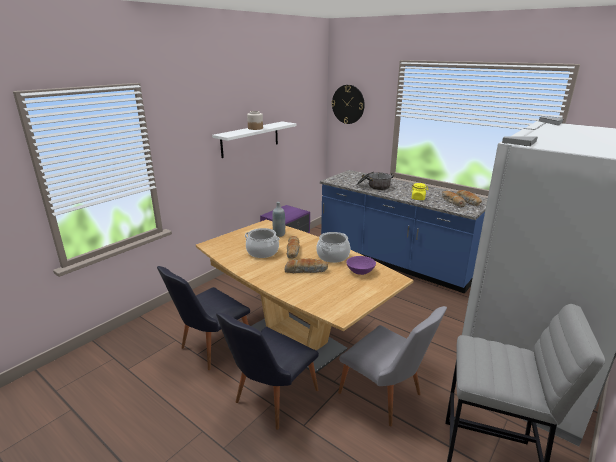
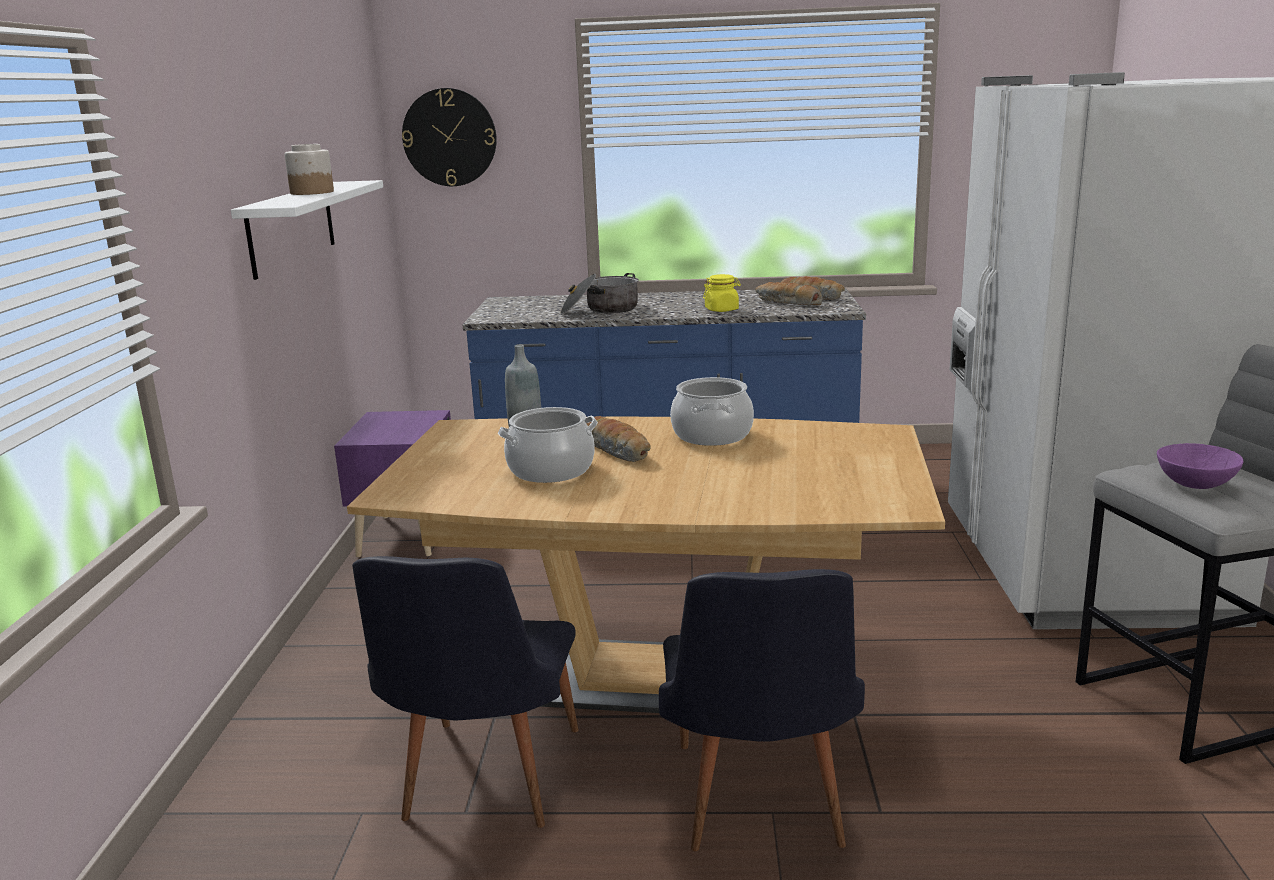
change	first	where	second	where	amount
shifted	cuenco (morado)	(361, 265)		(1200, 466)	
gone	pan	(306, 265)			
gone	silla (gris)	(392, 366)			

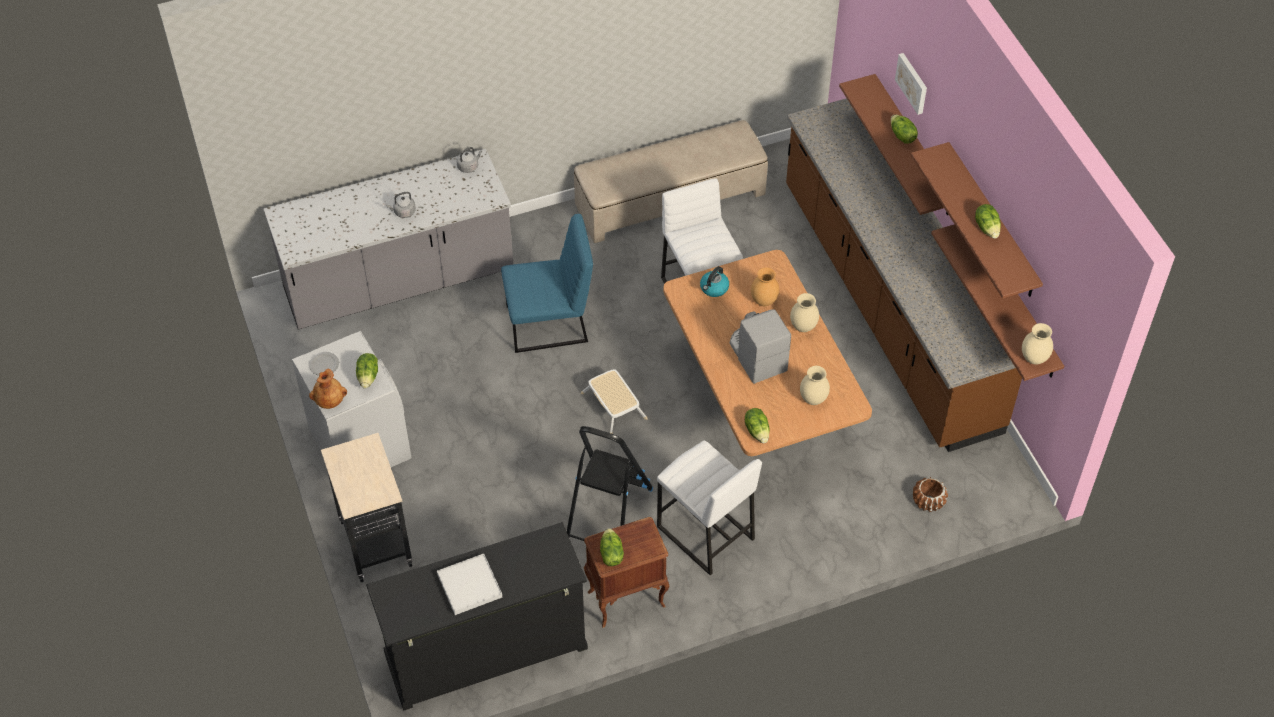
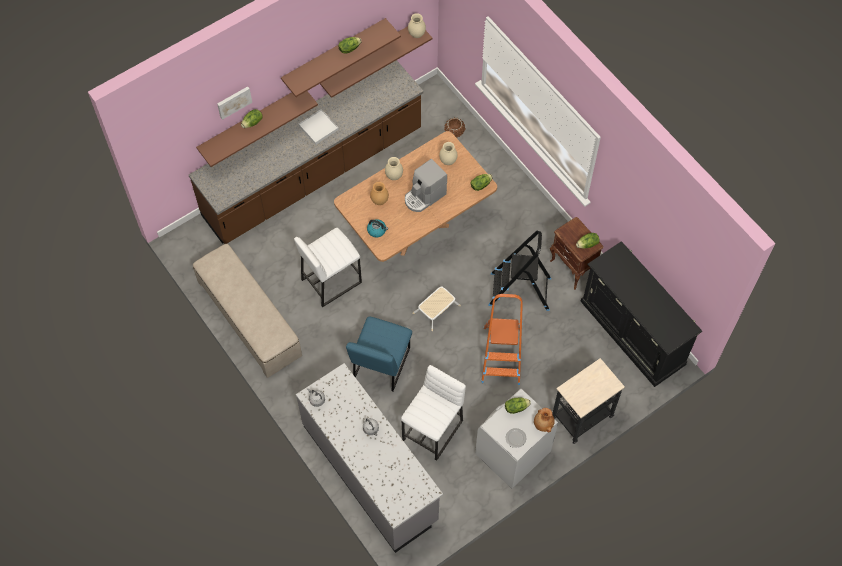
change	first	where	second	where	amount
rotated	silla (azul)	(547, 283)		(379, 354)	135 degrees counterclockwise
shifted	taburete (blanco)	(709, 508)		(433, 413)	
shifted	bandeja (blanco)	(469, 584)		(319, 127)	
new			escalera de tijera (naranja)	(501, 339)	

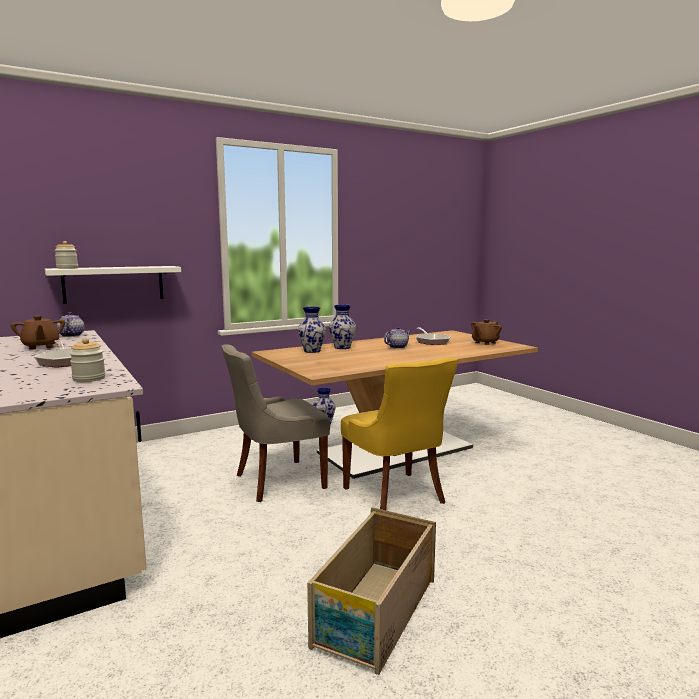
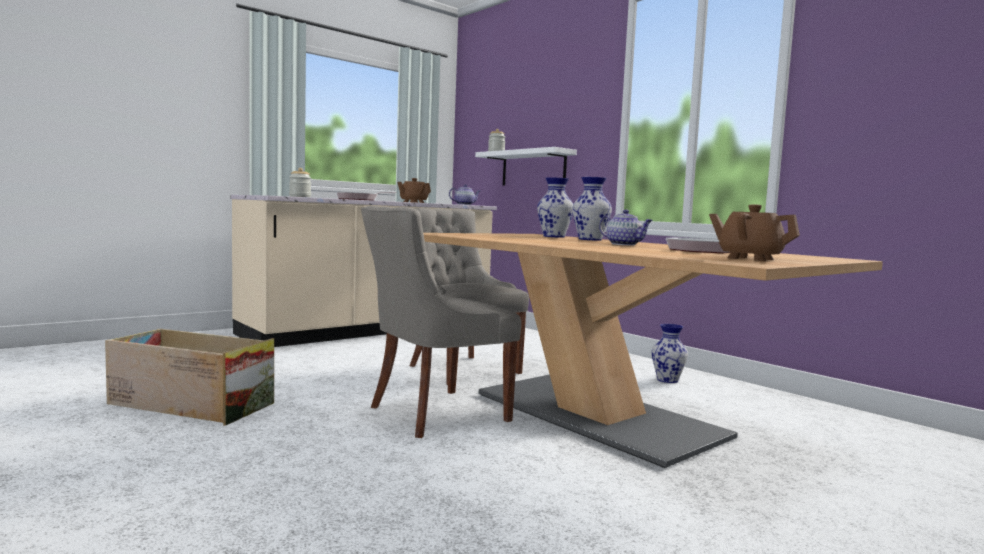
change	first	where	second	where	amount
repainted	silla (amarillo)	(400, 434)	silla (gris)	(441, 322)	

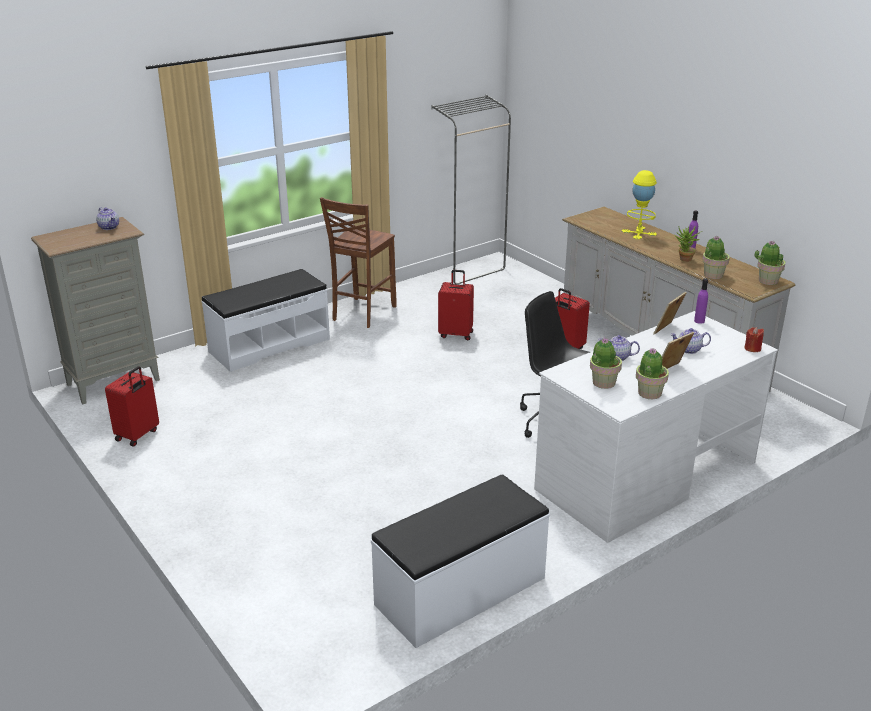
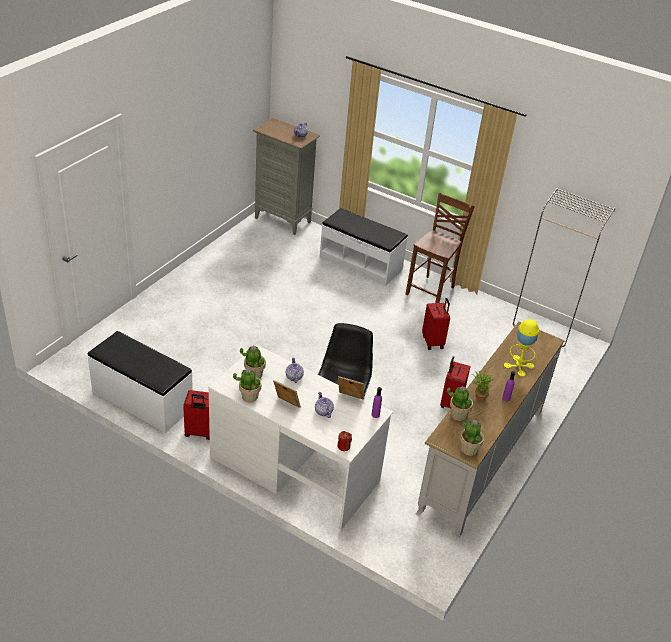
change	first	where	second	where	amount
rotated	silla (marrón)	(358, 262)		(440, 248)	120 degrees clockwise
shifted	maleta (rojo)	(132, 406)		(196, 415)	

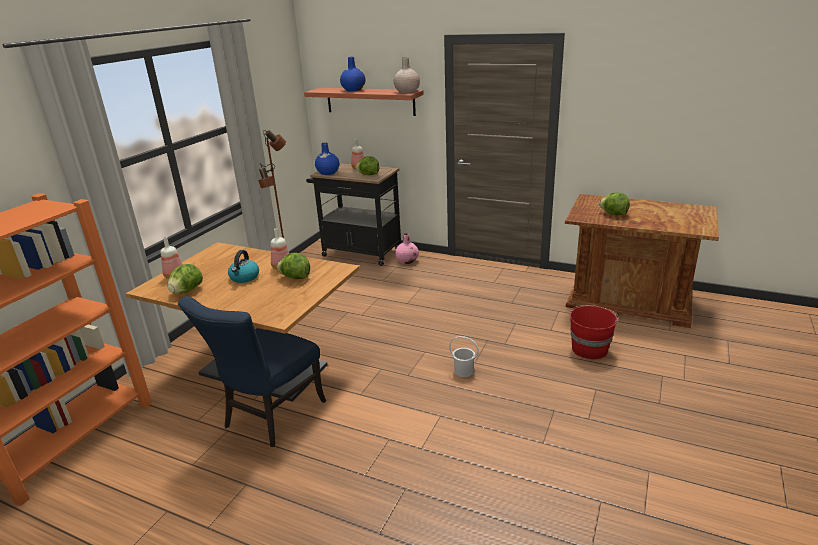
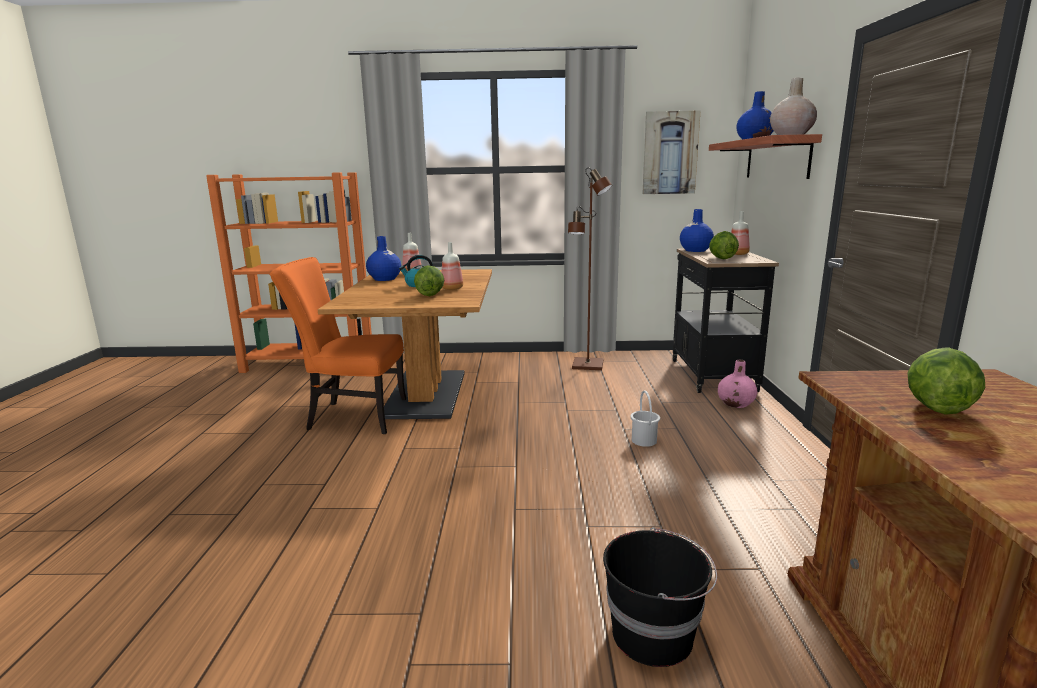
change	first	where	second	where	amount
swapped	lechuga	(185, 279)	florero (azul)	(383, 258)	
repainted	silla (azul)	(252, 371)	silla (naranja)	(338, 345)	
repainted	cubo (rojo)	(594, 332)	cubo (negro)	(660, 597)	
shifted	cubo (blanco)	(464, 356)		(645, 418)	
new			cuadro	(672, 152)	

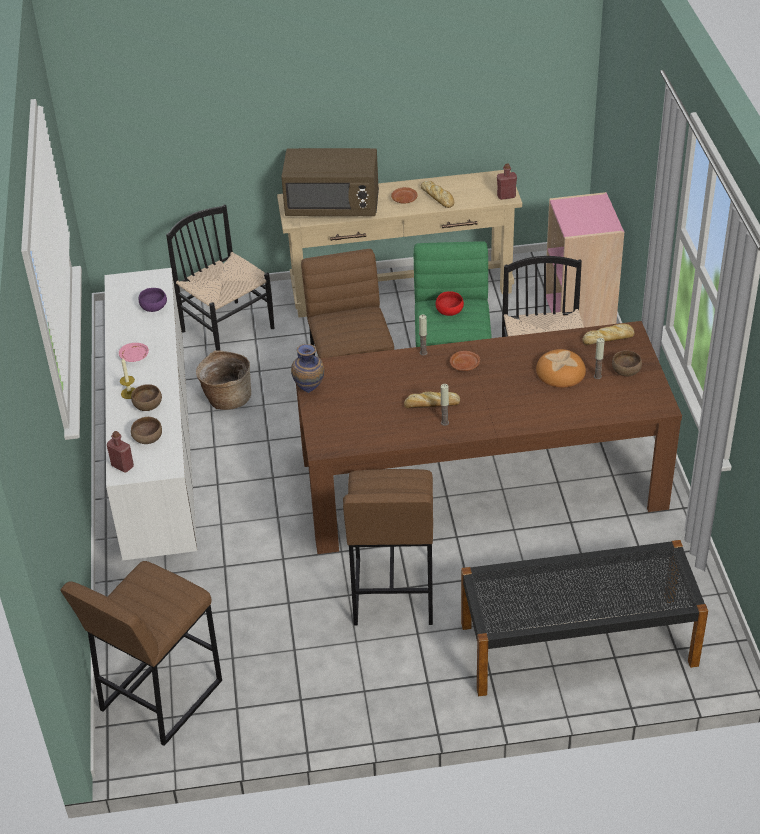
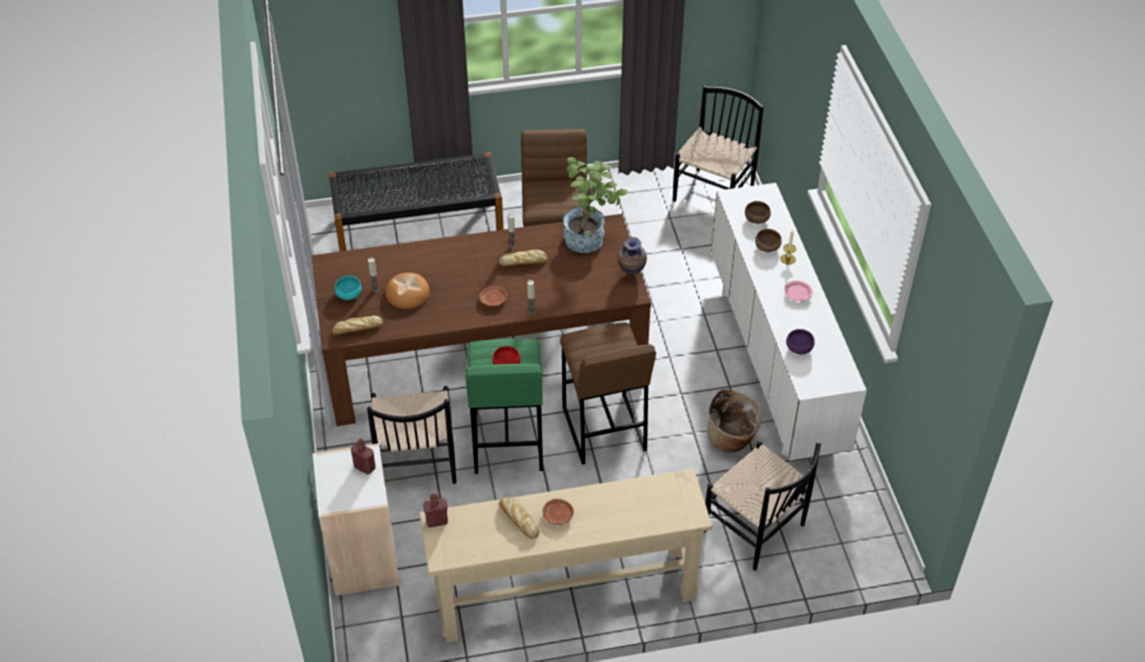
change	first	where	second	where	amount
gone	microondas (marrón)	(330, 182)			
repainted	estantería (rosa)	(585, 259)	estantería (blanco)	(356, 519)	
repainted	cuenco (marrón)	(627, 363)	cuenco (turquesa)	(348, 288)	
shifted	botella (rojo)	(120, 452)		(363, 457)	
swapped	taburete (marrón)	(141, 653)	silla (negro)	(718, 144)	
new			planta en maceta	(595, 205)	

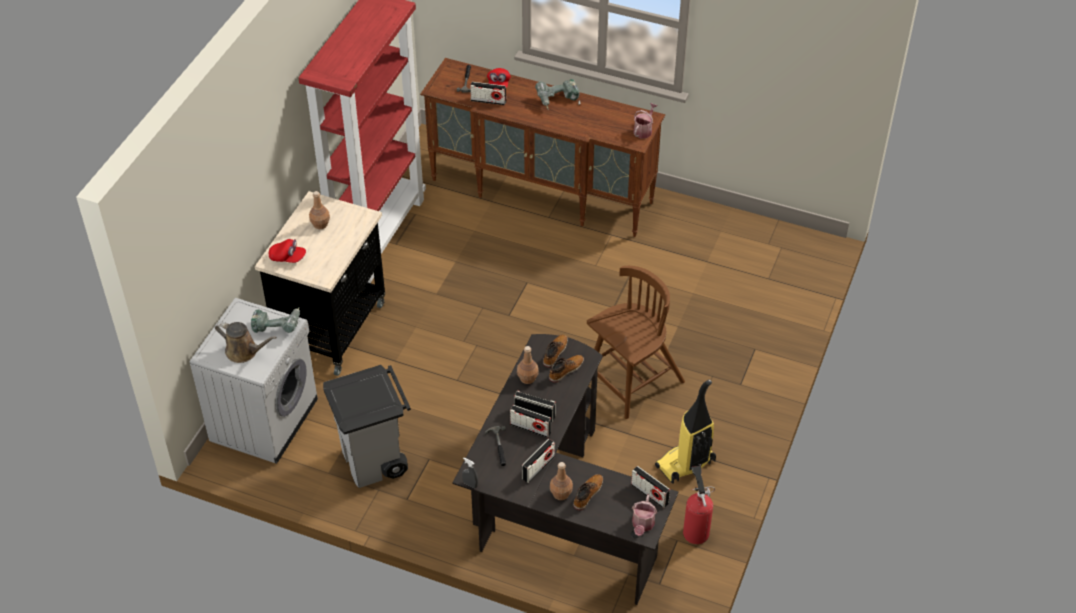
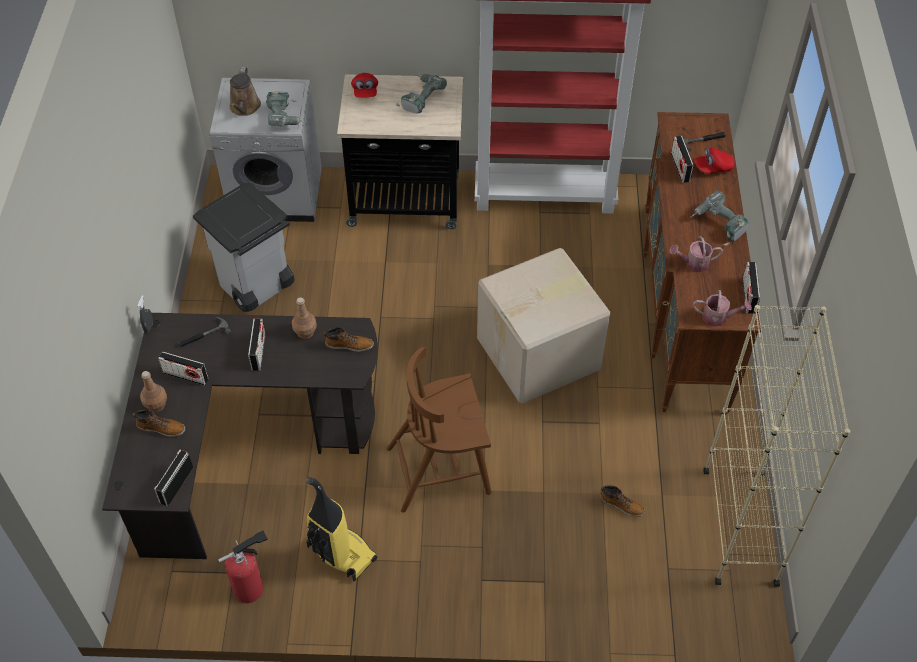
change	first	where	second	where	amount
swapped	botella (marrón)	(319, 210)	taladro	(421, 93)	
rotated	silla (marrón)	(636, 342)		(439, 430)	135 degrees clockwise
shifted	bota	(566, 369)		(622, 501)	
shifted	radio	(530, 421)		(751, 288)	
shifted	regadera	(644, 515)		(696, 254)	
new			caja de cartón	(543, 325)	
new			estantería (beis)	(777, 446)	

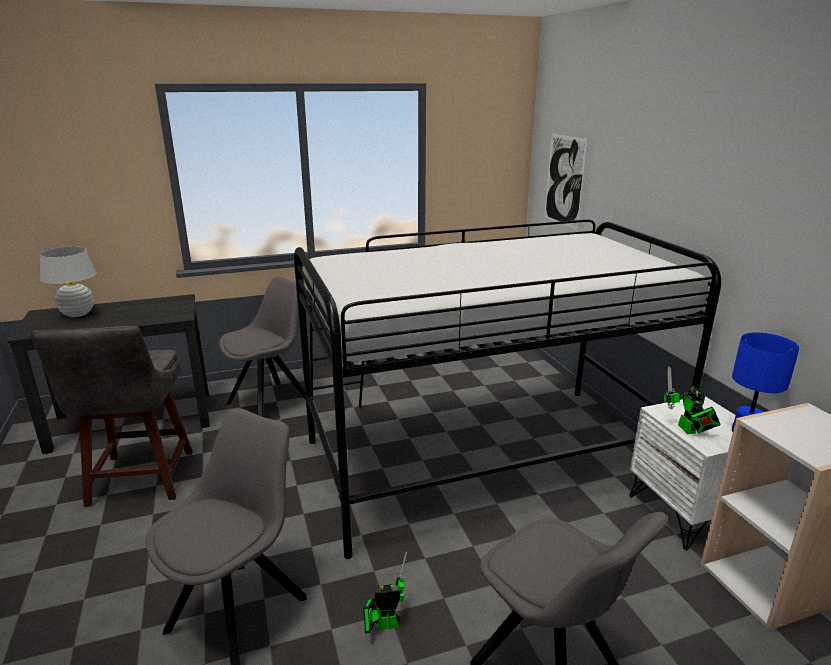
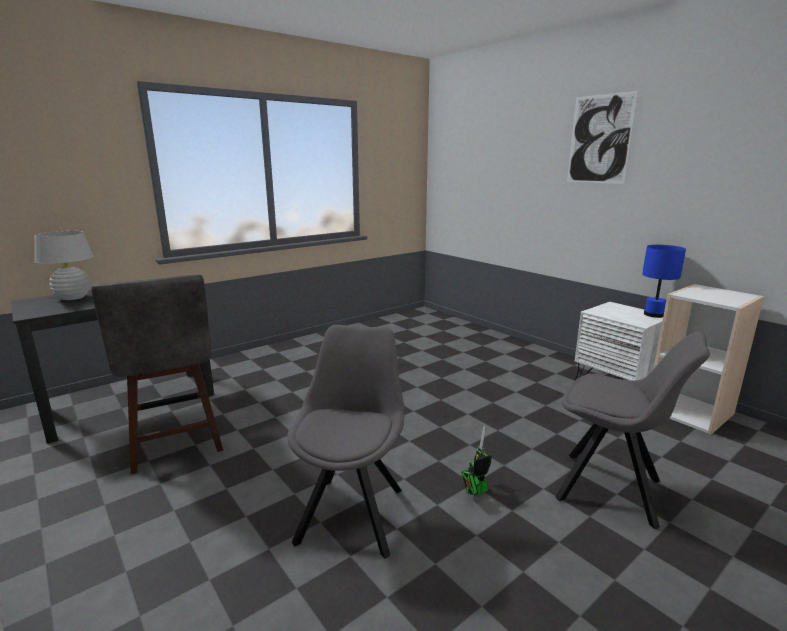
change	first	where	second	where	amount
shifted	cuadro	(566, 182)		(602, 137)	
gone	cama (negro)	(507, 389)			
gone	silla (gris)	(262, 346)			
gone	robot de juguete	(692, 400)			

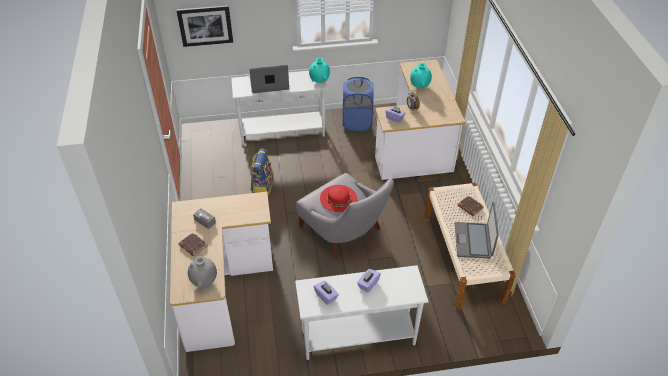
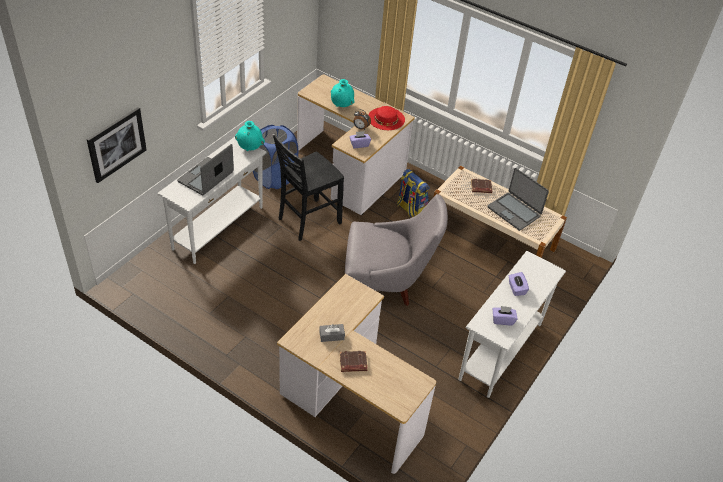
change	first	where	second	where	amount
shifted	mochila	(262, 172)		(413, 193)	
shifted	sombrero (rojo)	(338, 198)		(386, 118)	
gone	florero (gris)	(202, 272)			
new			silla (negro)	(308, 187)	

